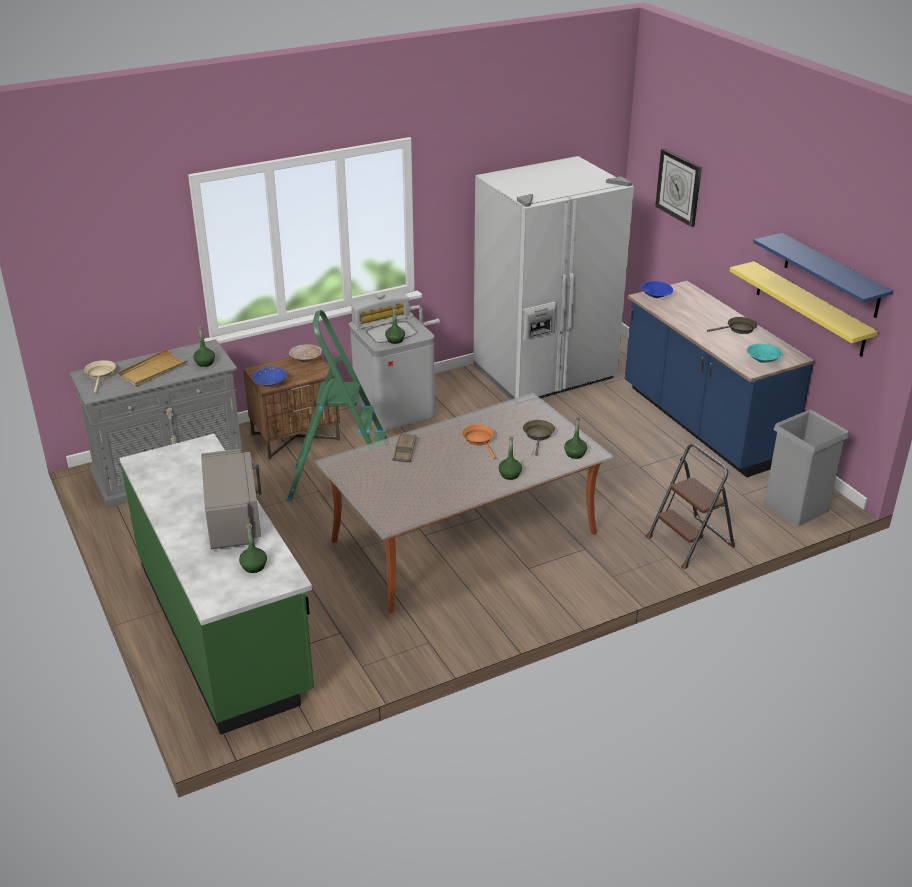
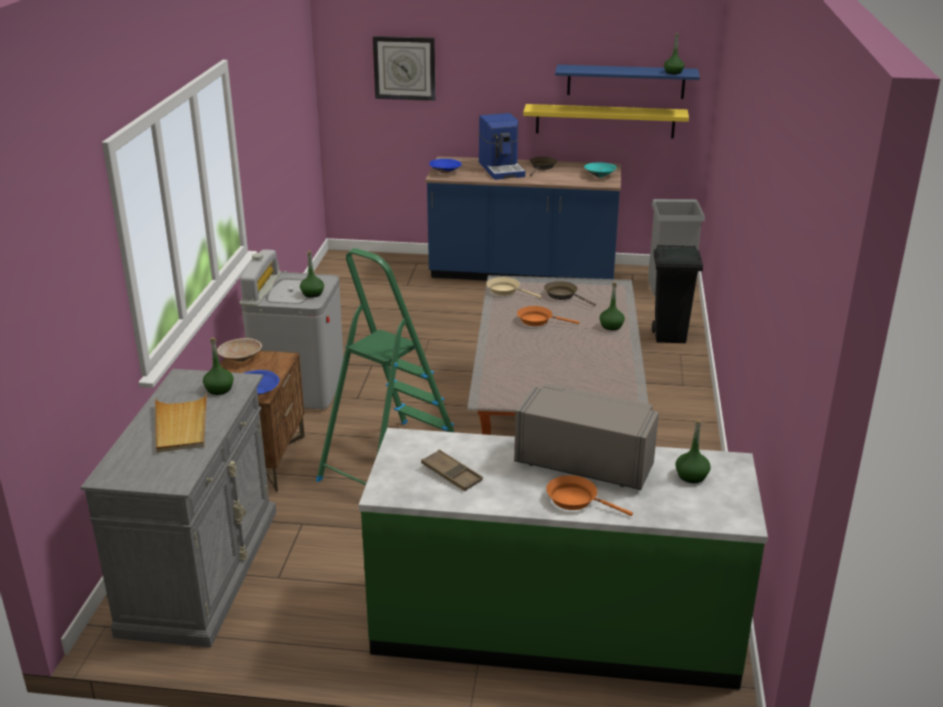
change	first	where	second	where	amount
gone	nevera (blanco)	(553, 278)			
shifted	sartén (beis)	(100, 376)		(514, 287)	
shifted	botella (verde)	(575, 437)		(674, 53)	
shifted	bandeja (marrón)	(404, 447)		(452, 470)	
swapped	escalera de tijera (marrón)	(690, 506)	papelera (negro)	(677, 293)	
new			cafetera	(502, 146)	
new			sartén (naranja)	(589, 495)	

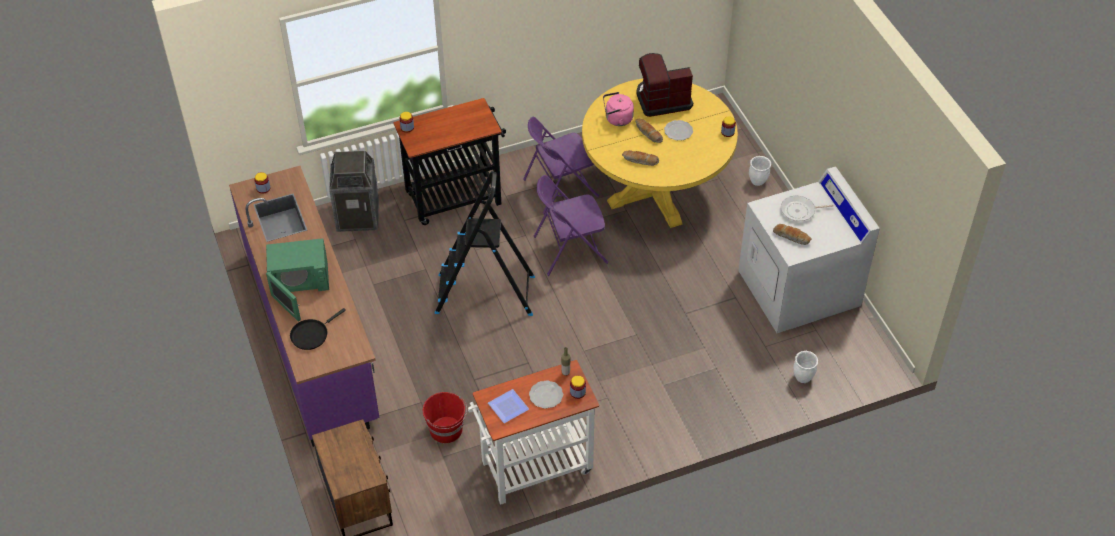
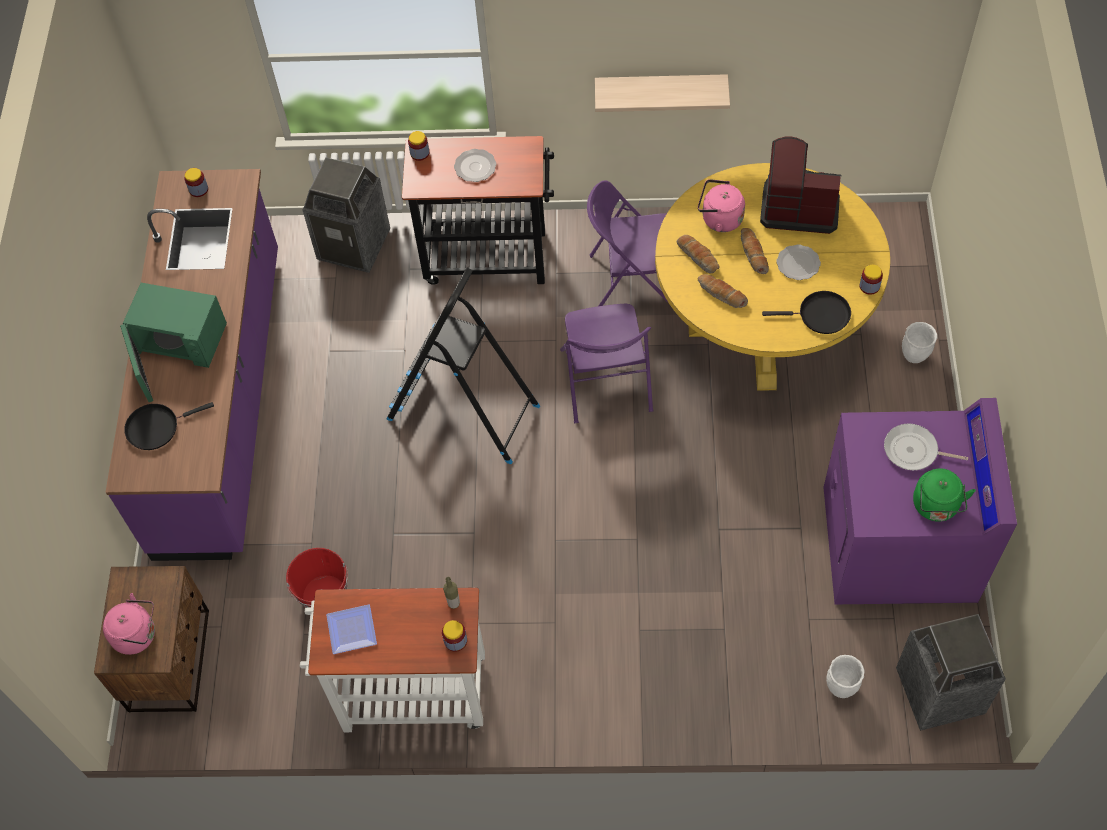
change	first	where	second	where	amount
repainted	lavadora (blanco)	(809, 249)	lavadora (morado)	(920, 501)	
rotated	silla (morado)	(571, 225)		(606, 364)	105 degrees counterclockwise
shifted	pan	(792, 234)		(697, 254)	
shifted	plato	(546, 394)		(475, 165)	
new			estante	(662, 93)	
new			sartén (negro)	(806, 312)	
new			hervidor (verde)	(944, 495)	
new			hervidor (rosa)	(129, 624)	
new			papelera	(951, 672)	

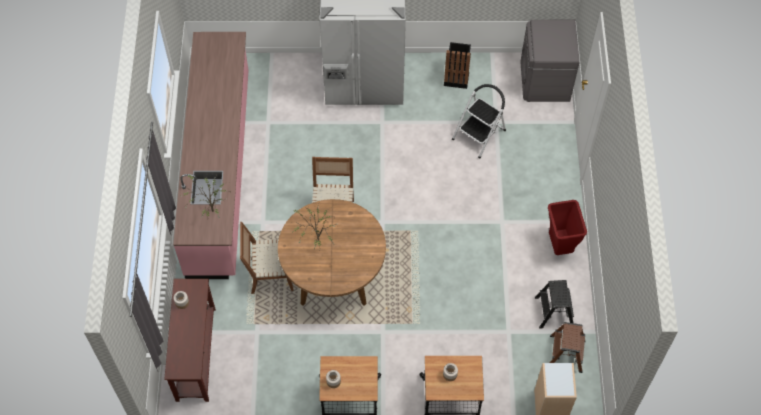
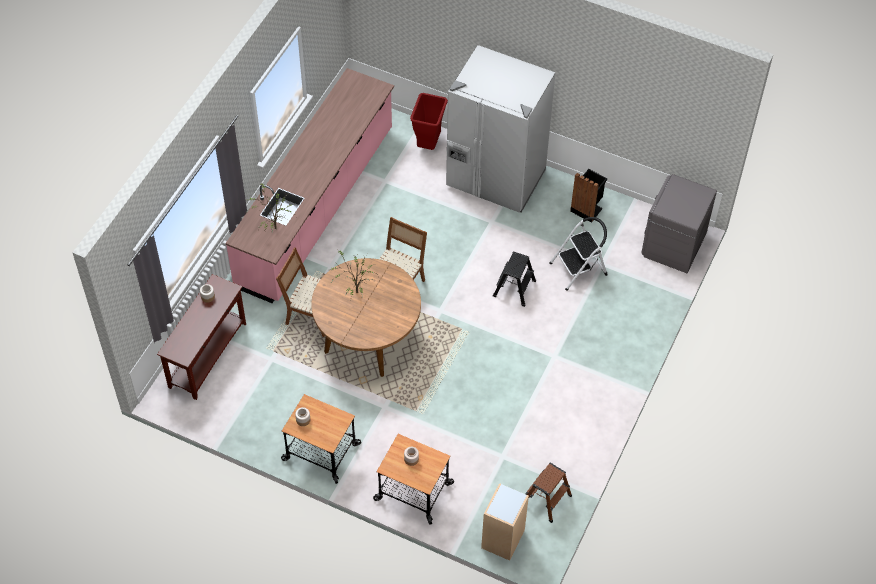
change	first	where	second	where	amount
shifted	papelera (rojo)	(567, 227)		(429, 121)	
shifted	escalera de tijera (negro)	(554, 304)		(514, 279)	

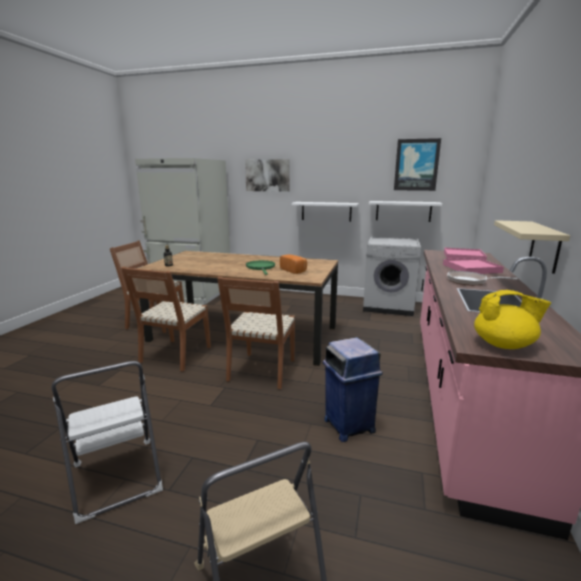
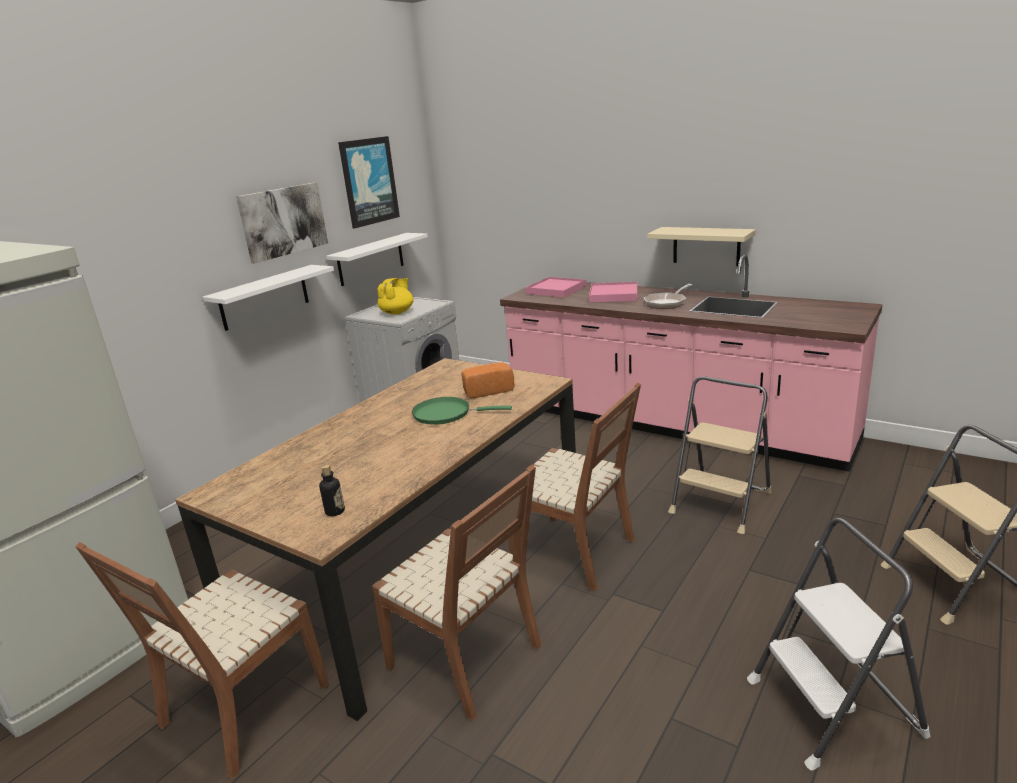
change	first	where	second	where	amount
shifted	cuadro	(267, 175)		(282, 222)	
shifted	tetera (amarillo)	(512, 319)		(395, 296)	
swapped	papelera (azul)	(353, 389)	escalera de tijera (beis)	(719, 455)	

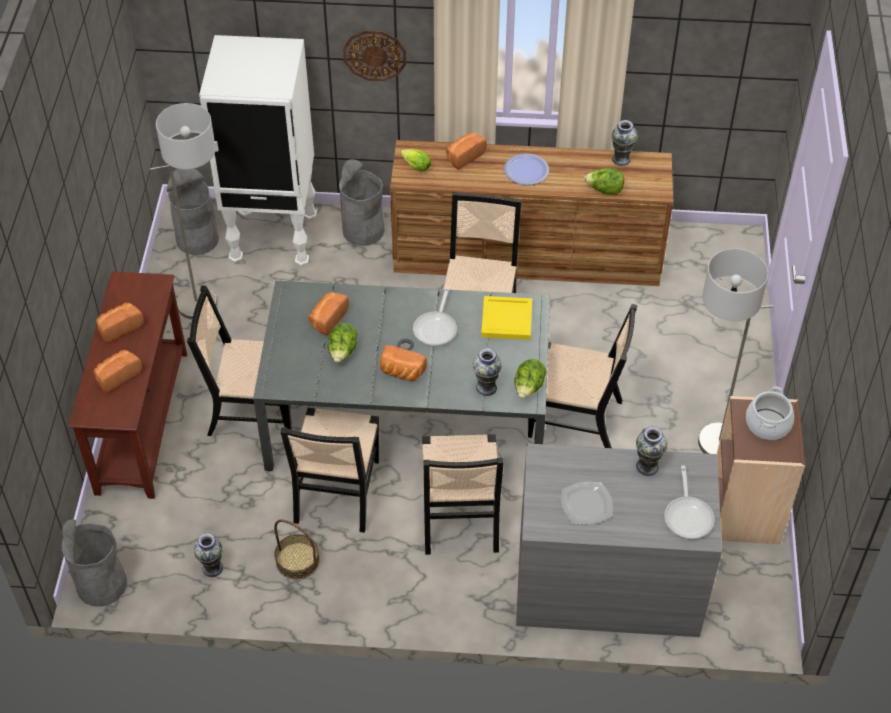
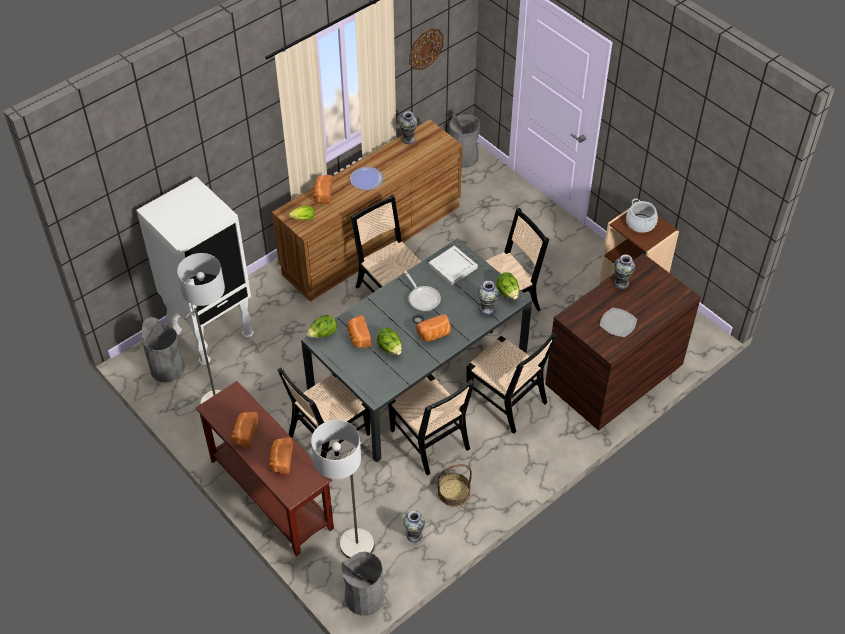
change	first	where	second	where	amount
shifted	reloj de pared	(374, 56)		(426, 49)	
shifted	papelera (gris)	(362, 202)		(465, 139)	
shifted	lechuga	(604, 181)		(321, 326)	
shifted	lámpara de pie (gris)	(735, 351)		(342, 489)	
repainted	bandeja (amarillo)	(506, 318)	bandeja (blanco)	(453, 265)	
repainted	cómoda (gris)	(619, 540)	cómoda (marrón)	(623, 342)	
gone	sartén	(689, 502)			

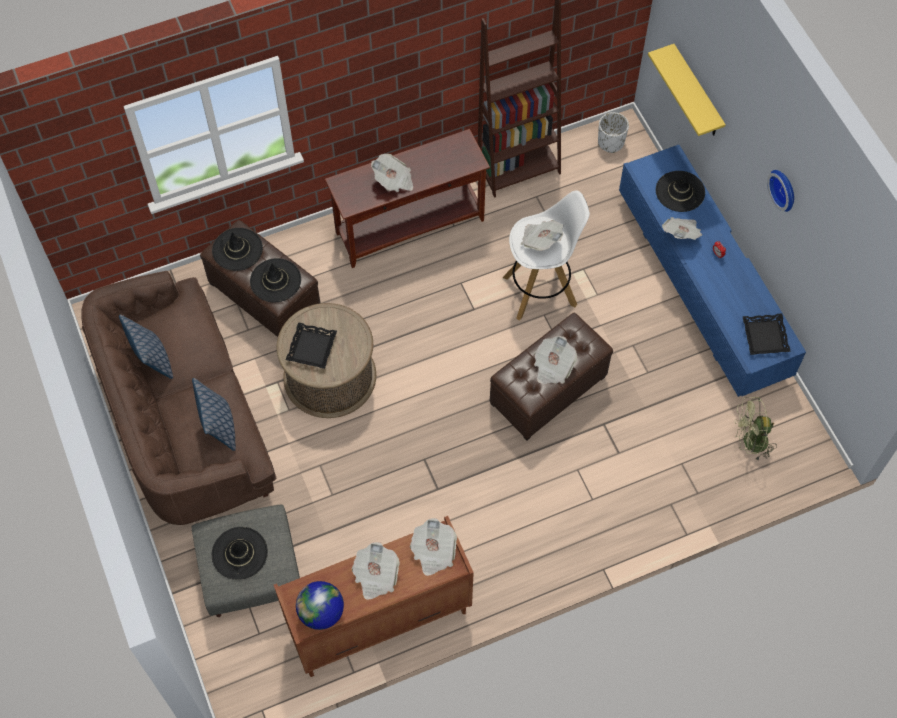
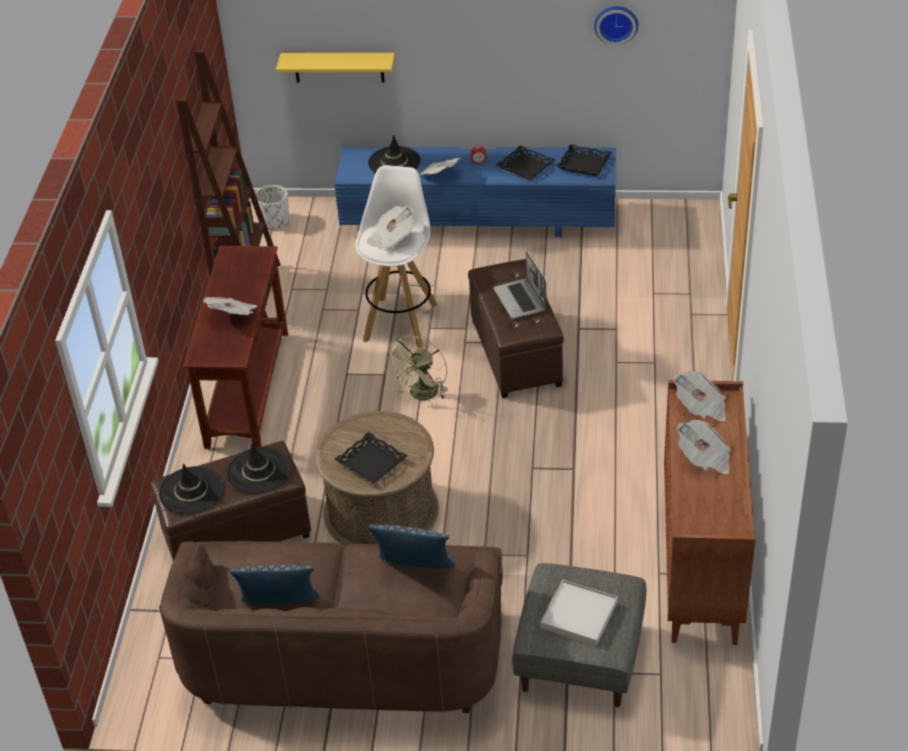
change	first	where	second	where	amount
shifted	reloj de pared	(780, 191)		(616, 25)	
swapped	periódico	(555, 360)	portátil	(520, 285)	
shifted	ventilador (verde)	(756, 429)		(417, 368)	
swapped	sombrero (negro)	(240, 553)	bandeja (blanco)	(579, 613)	
gone	globo terráqueo	(320, 605)			
new			bandeja (negro)	(526, 162)	

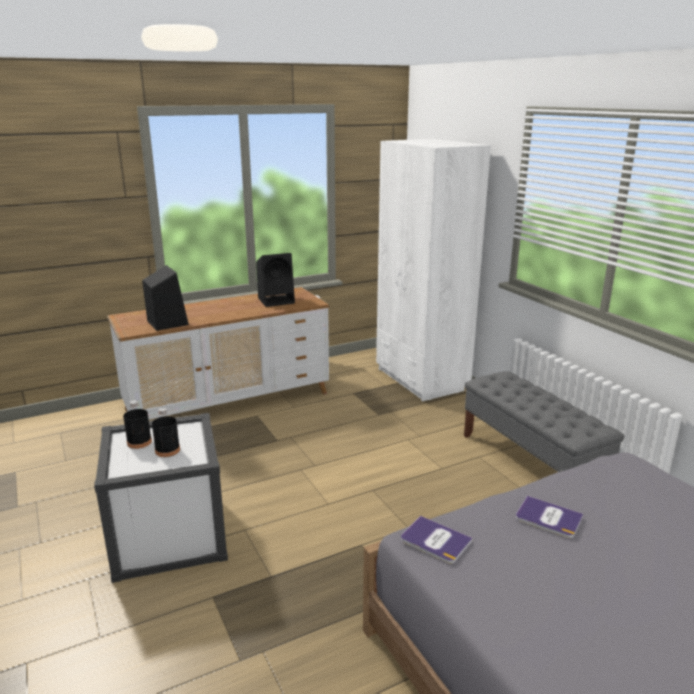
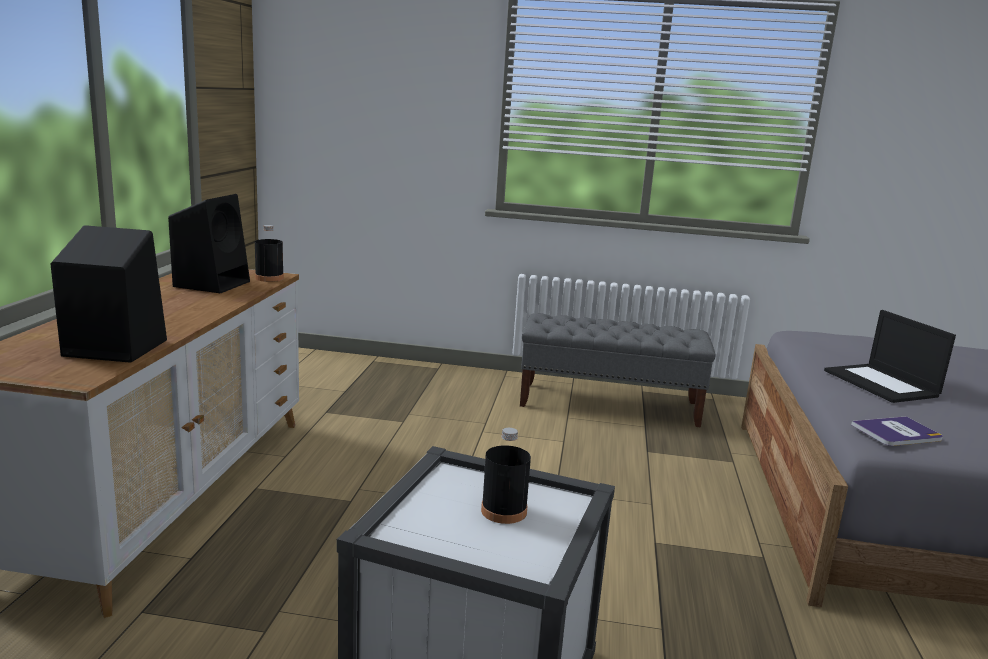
change	first	where	second	where	amount
gone	armario ropero (blanco)	(433, 270)			
shifted	botella (negro)	(137, 424)		(269, 253)	
swapped	libro	(549, 517)	portátil	(890, 356)	

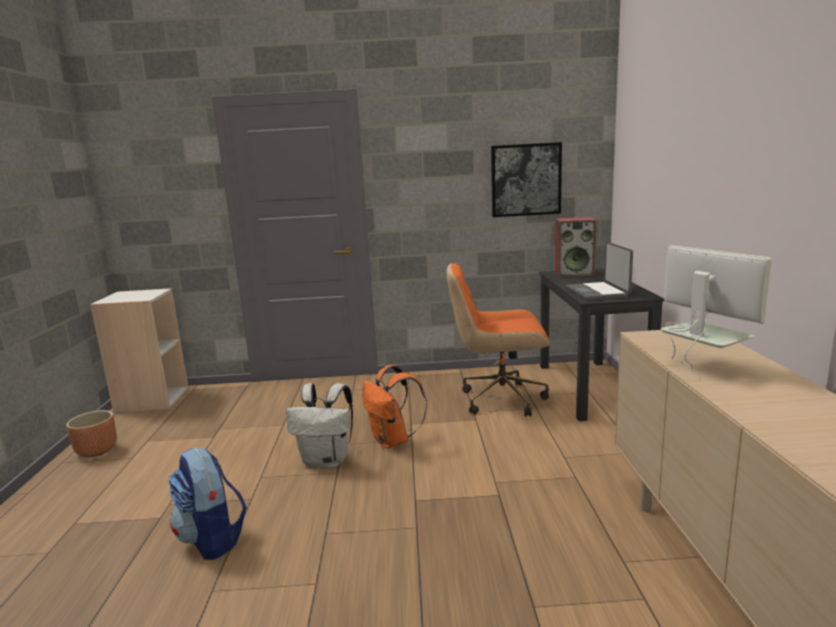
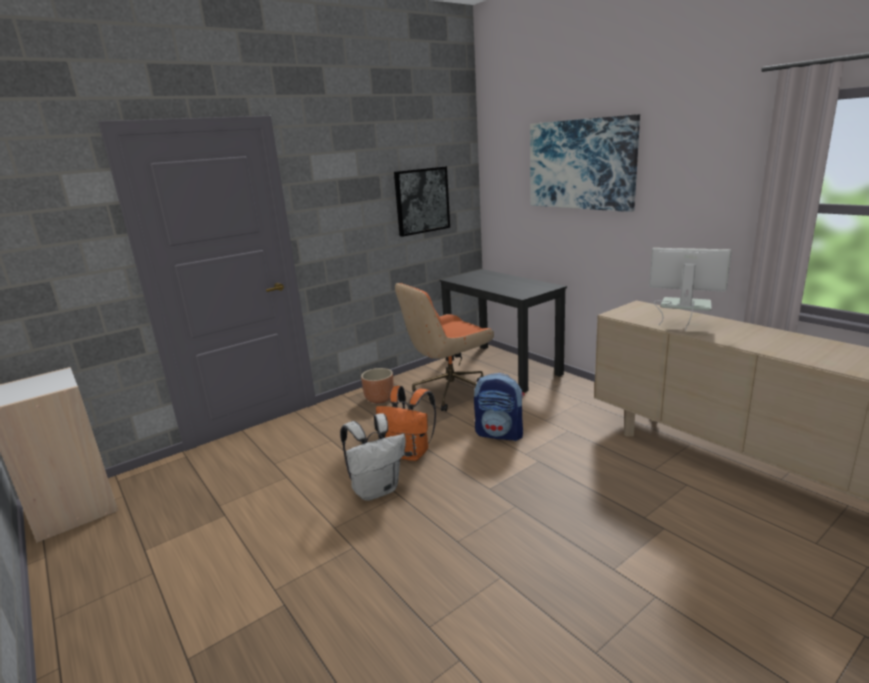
change	first	where	second	where	amount
gone	altavoz	(575, 247)			
gone	portátil	(599, 271)			
shifted	maceta (marrón)	(91, 433)		(377, 385)	
shifted	mochila	(208, 504)		(499, 407)	
new			cuadro	(585, 163)	

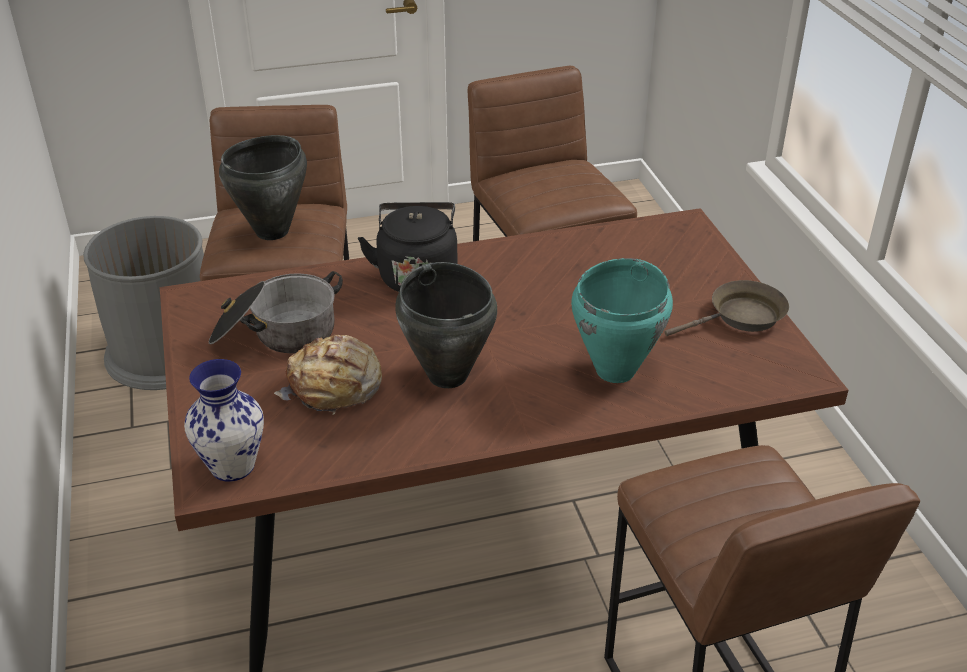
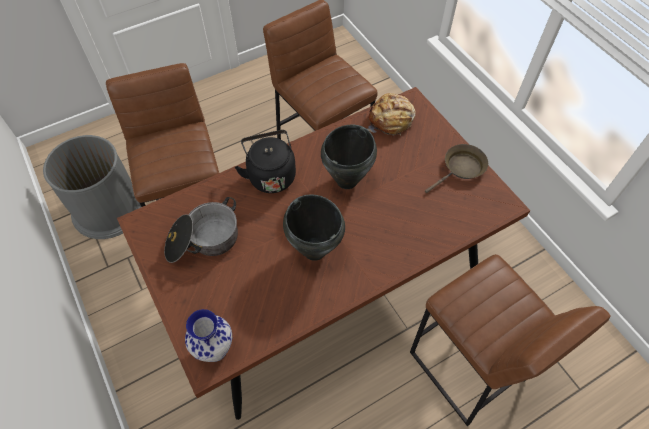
change	first	where	second	where	amount
shifted	olla (negro)	(263, 187)		(349, 157)	
gone	olla (turquesa)	(622, 320)			
shifted	pan	(328, 375)		(391, 114)	

